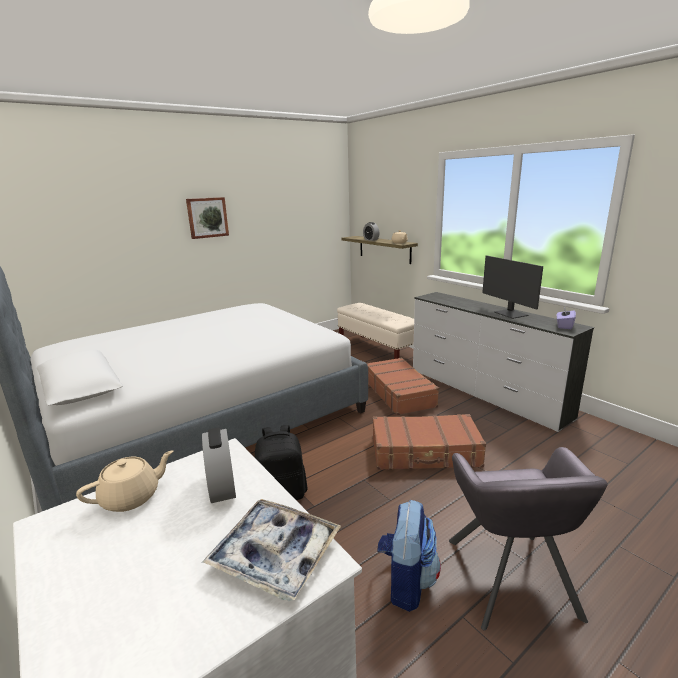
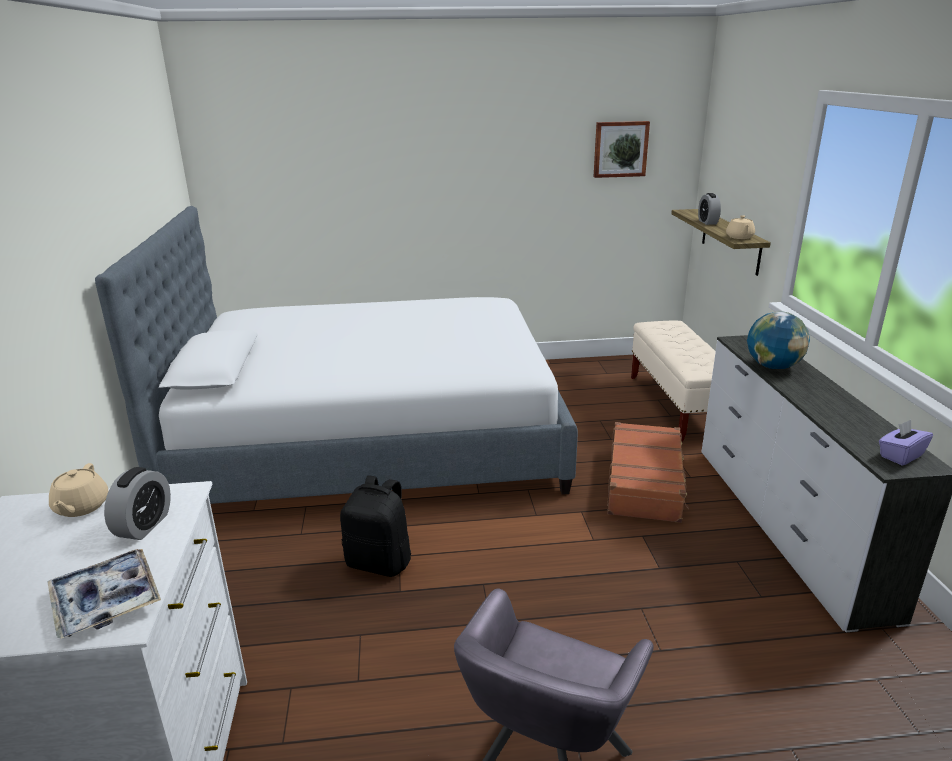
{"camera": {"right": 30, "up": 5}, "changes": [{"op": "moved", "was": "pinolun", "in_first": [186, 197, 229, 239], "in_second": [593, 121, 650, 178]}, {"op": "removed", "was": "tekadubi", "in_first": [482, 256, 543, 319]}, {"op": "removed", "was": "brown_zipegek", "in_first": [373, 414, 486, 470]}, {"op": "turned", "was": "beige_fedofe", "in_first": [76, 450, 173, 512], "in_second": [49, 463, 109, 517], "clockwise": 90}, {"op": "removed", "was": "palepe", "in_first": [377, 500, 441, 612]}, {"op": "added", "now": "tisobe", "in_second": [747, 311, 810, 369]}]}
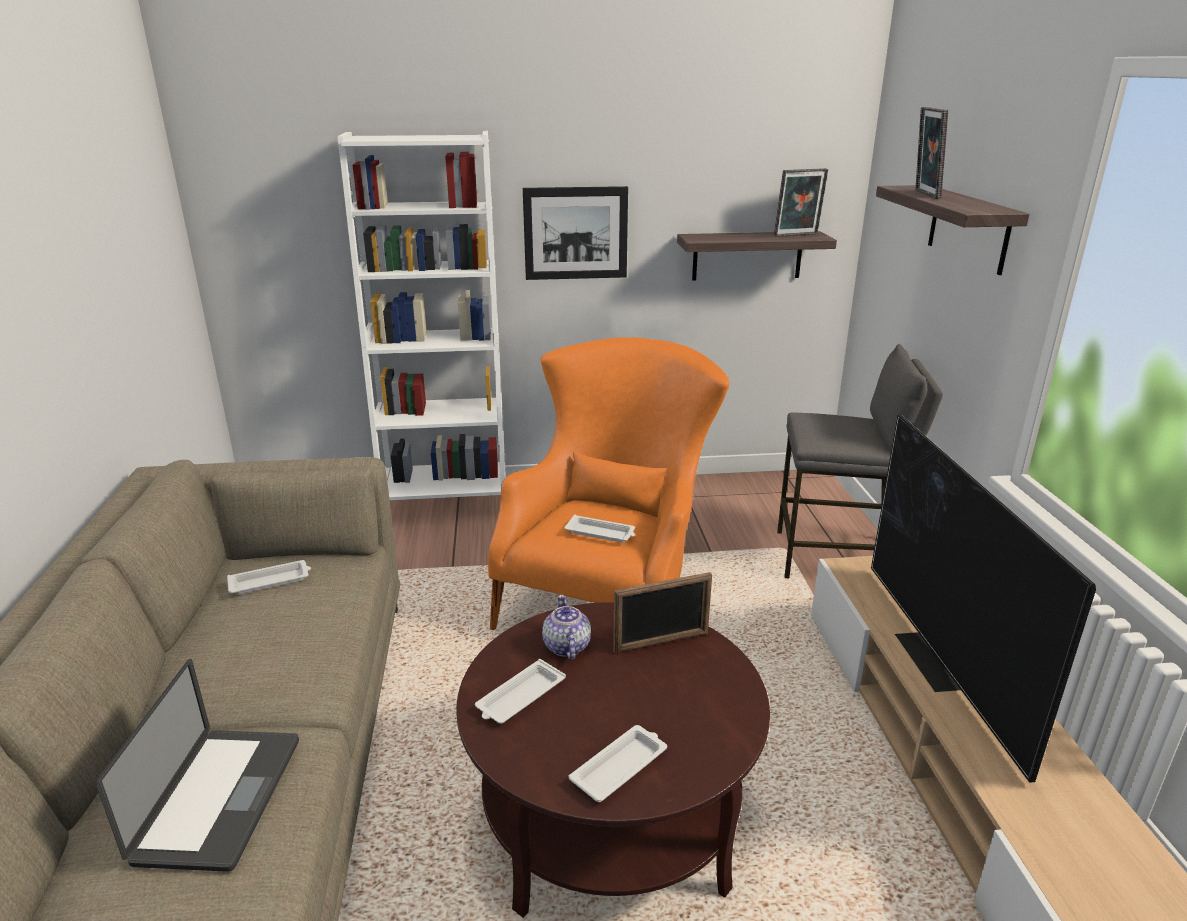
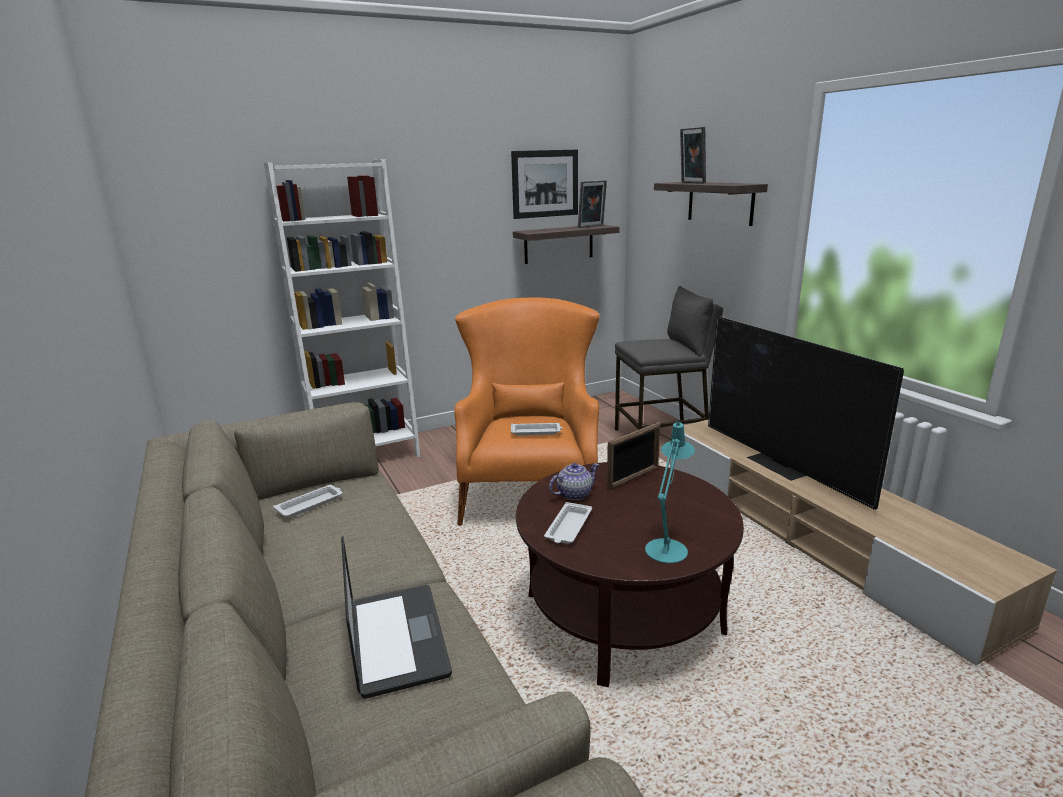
{"camera": {"right": -20, "up": -5}, "changes": [{"op": "moved", "was": "pinolun", "in_first": [523, 186, 628, 280], "in_second": [511, 150, 578, 219]}, {"op": "turned", "was": "fedofe", "in_first": [542, 595, 591, 660], "in_second": [549, 463, 599, 500], "clockwise": 90}, {"op": "replaced", "was": "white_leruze", "now": "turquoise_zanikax", "in_first": [569, 725, 667, 802], "in_second": [645, 419, 695, 563]}]}
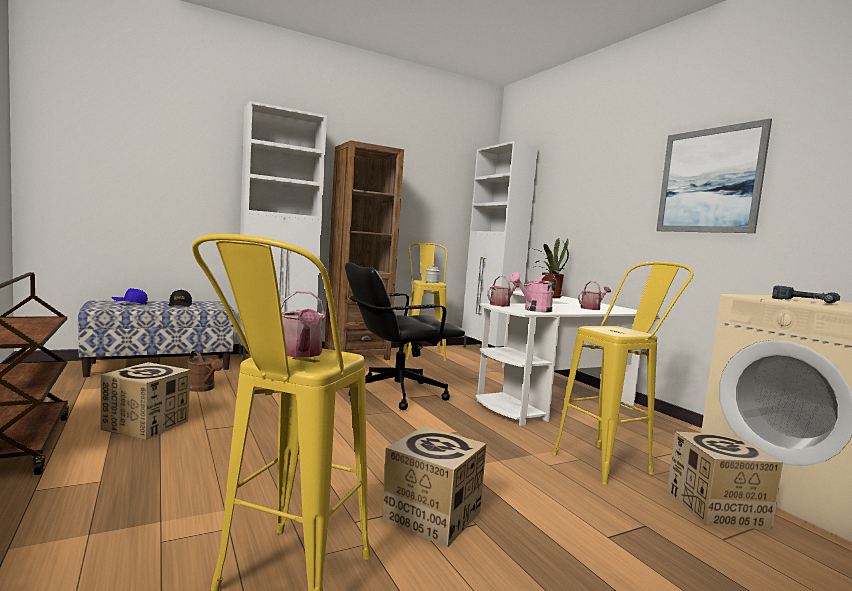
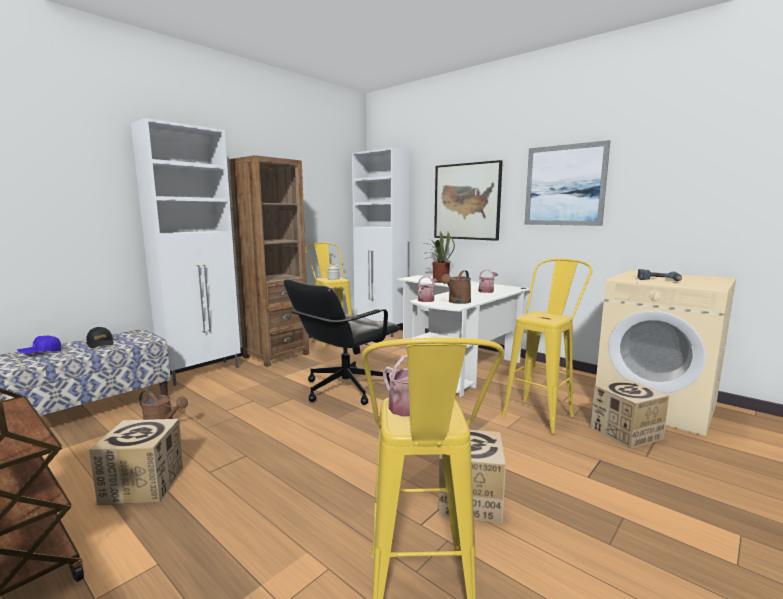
{"camera": {"right": -20, "up": 5}, "changes": [{"op": "recoloured", "was": "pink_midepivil", "now": "brown_midepivil", "in_first": [509, 272, 556, 312], "in_second": [441, 270, 471, 304]}, {"op": "added", "now": "pinolun", "in_second": [434, 160, 503, 241]}]}
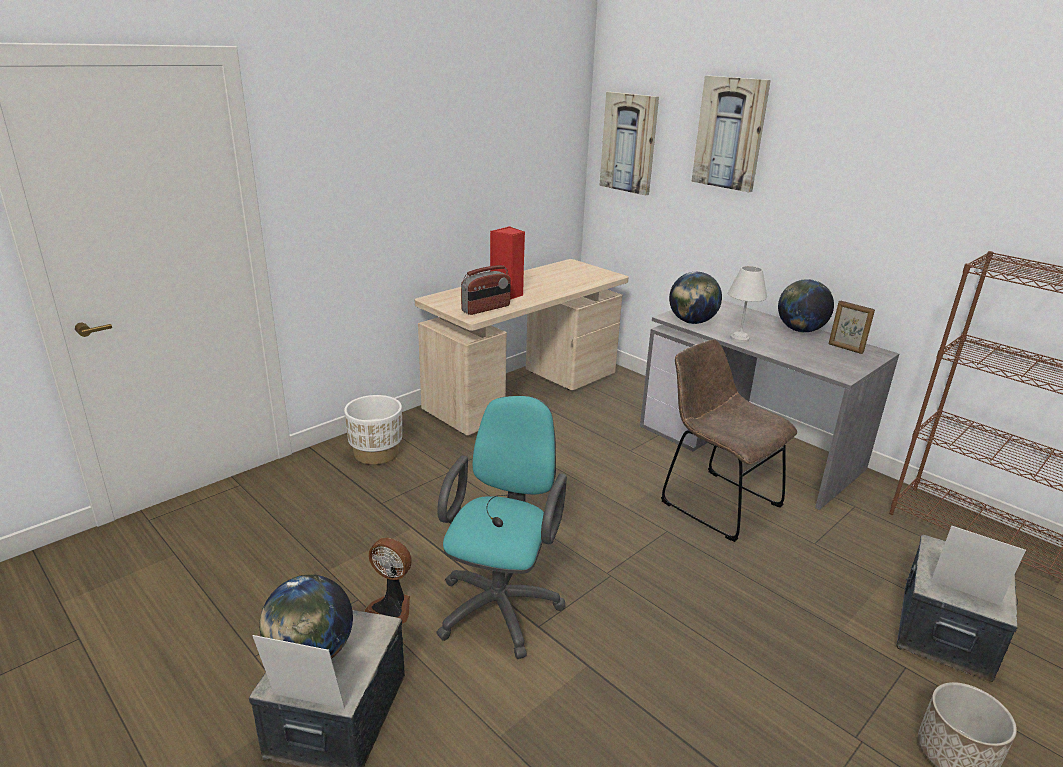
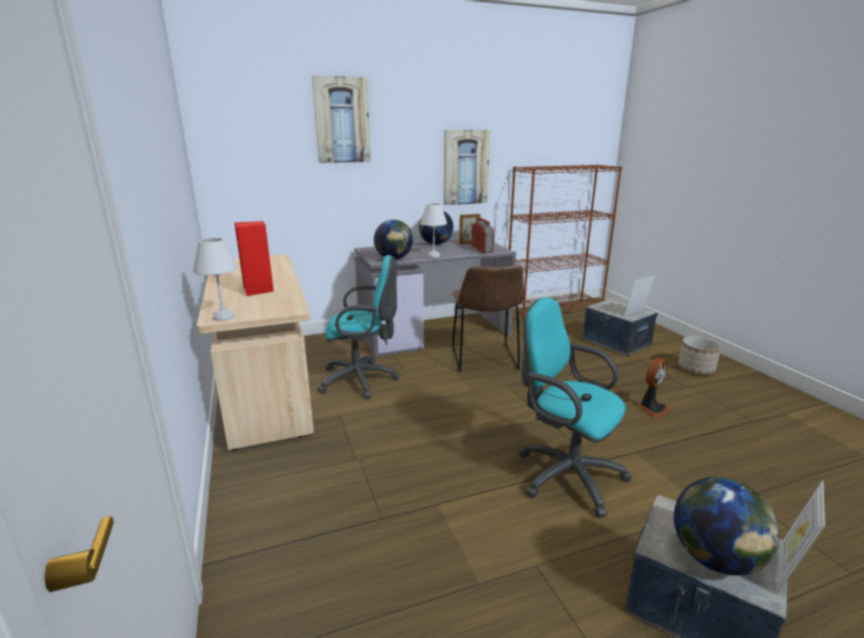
{"camera": {"right": -65, "up": -5}, "changes": [{"op": "moved", "was": "pinolun", "in_first": [599, 92, 659, 195], "in_second": [444, 130, 490, 205]}, {"op": "moved", "was": "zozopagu", "in_first": [461, 265, 511, 315], "in_second": [471, 218, 494, 253]}, {"op": "turned", "was": "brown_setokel", "in_first": [661, 339, 797, 542], "in_second": [452, 265, 524, 372], "clockwise": -75}, {"op": "removed", "was": "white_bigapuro", "in_first": [344, 395, 402, 465]}, {"op": "moved", "was": "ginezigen", "in_first": [365, 538, 412, 624], "in_second": [637, 358, 670, 419]}, {"op": "added", "now": "white_zanikax", "in_second": [193, 238, 238, 321]}, {"op": "added", "now": "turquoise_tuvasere", "in_second": [318, 255, 399, 399]}]}
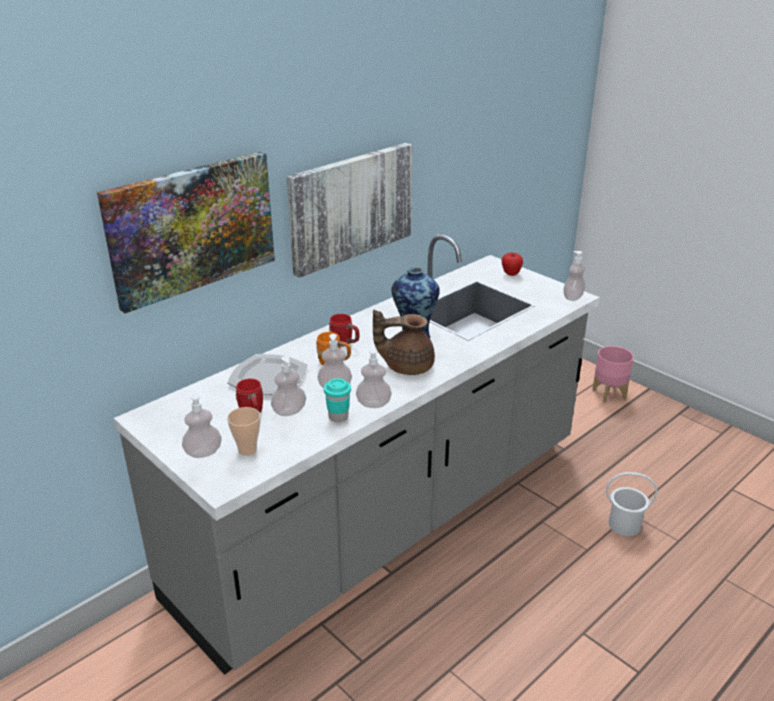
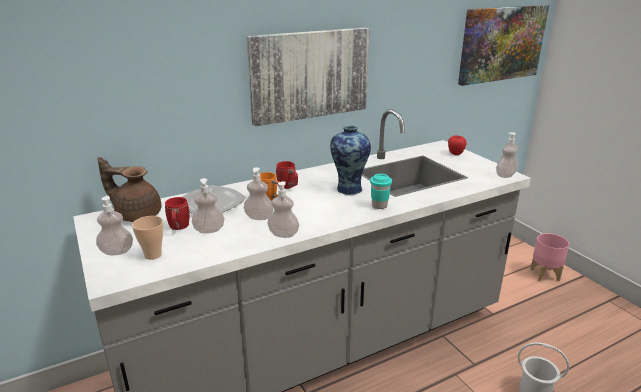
{"camera": {"right": 15, "up": -5}, "changes": [{"op": "moved", "was": "pinolun", "in_first": [97, 152, 275, 313], "in_second": [458, 5, 549, 86]}, {"op": "moved", "was": "brown_fedofe", "in_first": [373, 309, 435, 375], "in_second": [98, 157, 161, 222]}, {"op": "moved", "was": "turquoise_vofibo", "in_first": [324, 378, 351, 422], "in_second": [370, 174, 392, 209]}]}
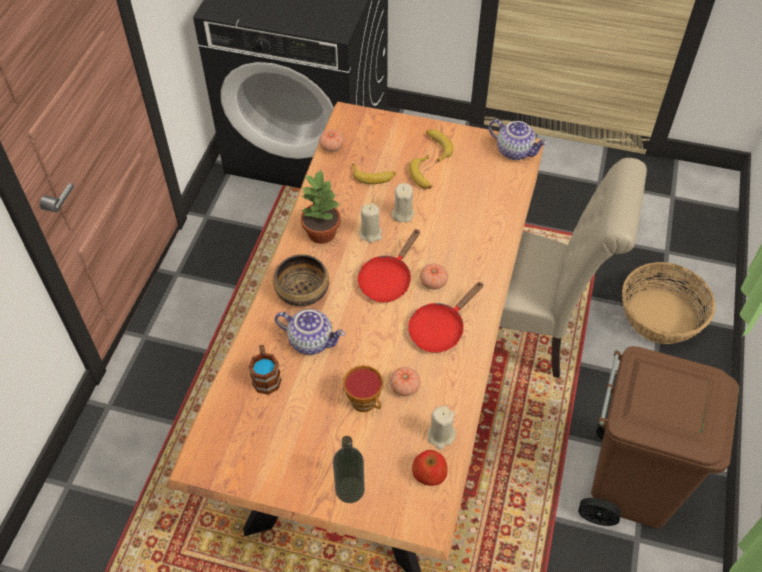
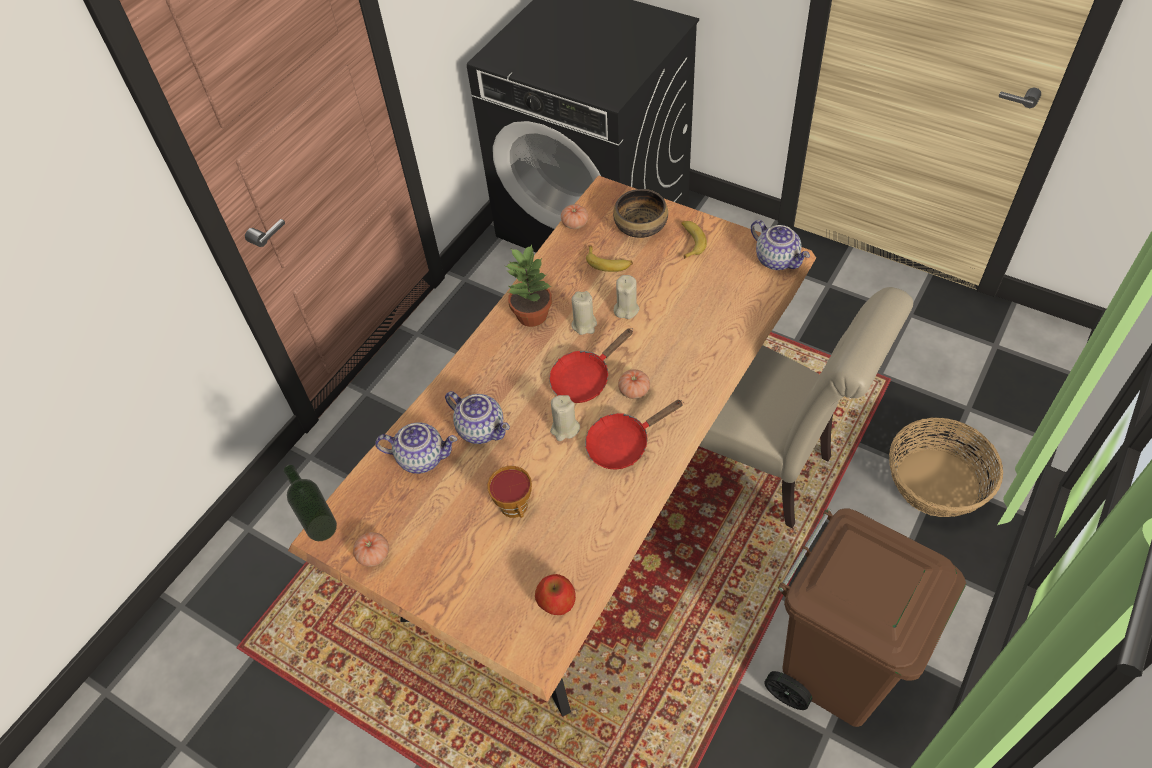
{"camera": {"right": 20, "up": 0}, "changes": [{"op": "removed", "was": "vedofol", "in_first": [409, 155, 432, 189]}, {"op": "moved", "was": "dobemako", "in_first": [273, 254, 329, 306], "in_second": [613, 189, 668, 238]}, {"op": "replaced", "was": "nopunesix", "now": "fedofe", "in_first": [249, 345, 281, 395], "in_second": [375, 422, 458, 474]}, {"op": "moved", "was": "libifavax", "in_first": [390, 367, 421, 396], "in_second": [353, 532, 389, 567]}, {"op": "moved", "was": "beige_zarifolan", "in_first": [428, 406, 456, 450], "in_second": [550, 395, 580, 441]}, {"op": "moved", "was": "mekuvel", "in_first": [333, 436, 365, 503], "in_second": [284, 465, 337, 541]}]}
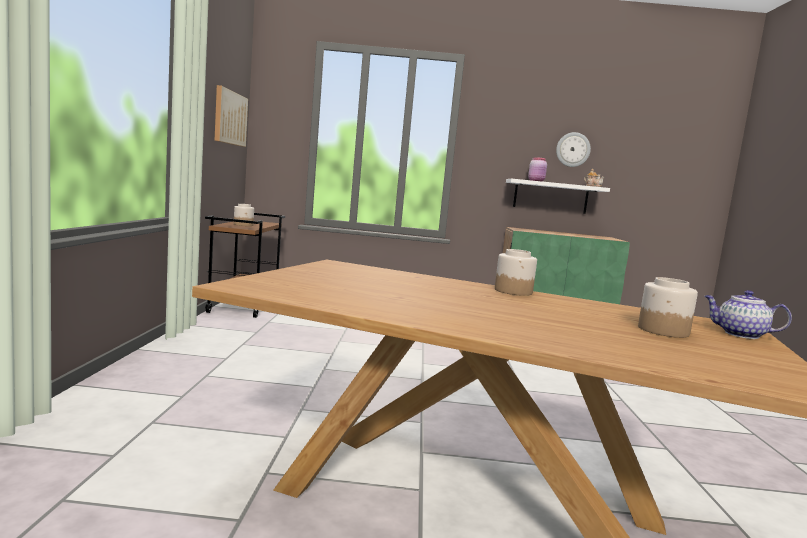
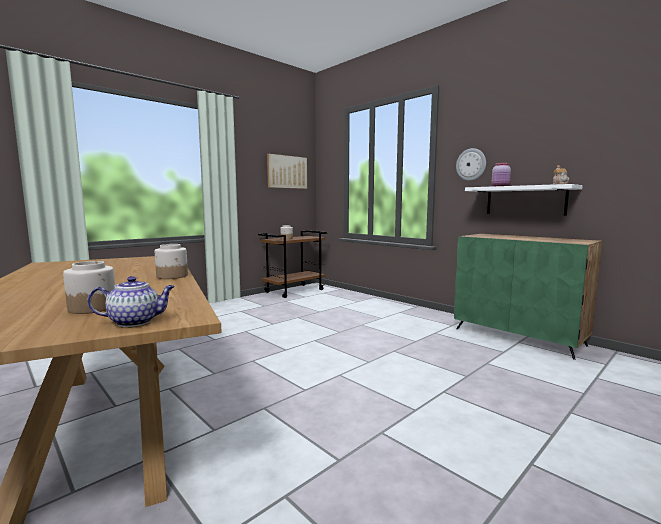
{"camera": {"right": 45, "up": 0}, "changes": [{"op": "moved", "was": "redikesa", "in_first": [556, 132, 591, 167], "in_second": [456, 148, 486, 181]}, {"op": "turned", "was": "fedofe", "in_first": [705, 290, 792, 339], "in_second": [87, 276, 175, 327], "clockwise": 90}]}
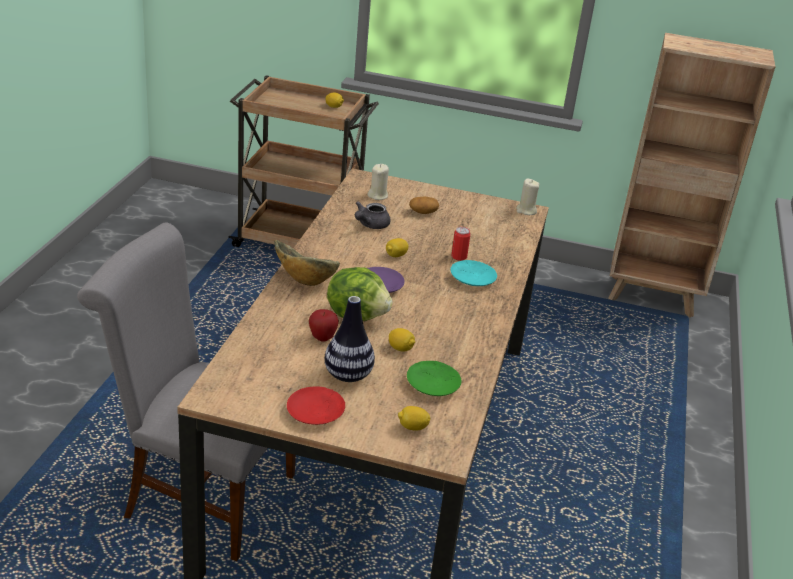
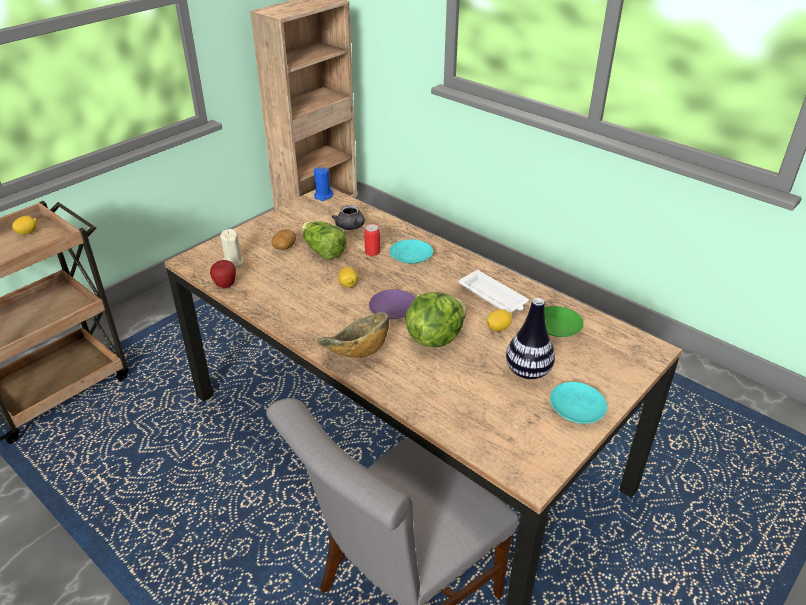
{"camera": {"right": -60, "up": 5}, "changes": [{"op": "recoloured", "was": "beige_zarifolan", "now": "blue_zarifolan", "in_first": [516, 179, 539, 215], "in_second": [314, 167, 333, 201]}, {"op": "moved", "was": "grey_fedofe", "in_first": [355, 201, 390, 229], "in_second": [332, 205, 365, 230]}, {"op": "moved", "was": "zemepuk", "in_first": [309, 309, 339, 342], "in_second": [210, 260, 236, 288]}, {"op": "recoloured", "was": "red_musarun", "now": "turquoise_musarun", "in_first": [287, 387, 345, 425], "in_second": [550, 382, 607, 424]}, {"op": "removed", "was": "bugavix", "in_first": [398, 406, 431, 431]}, {"op": "added", "now": "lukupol", "in_second": [302, 221, 347, 259]}, {"op": "added", "now": "white_leruze", "in_second": [458, 270, 529, 313]}]}
